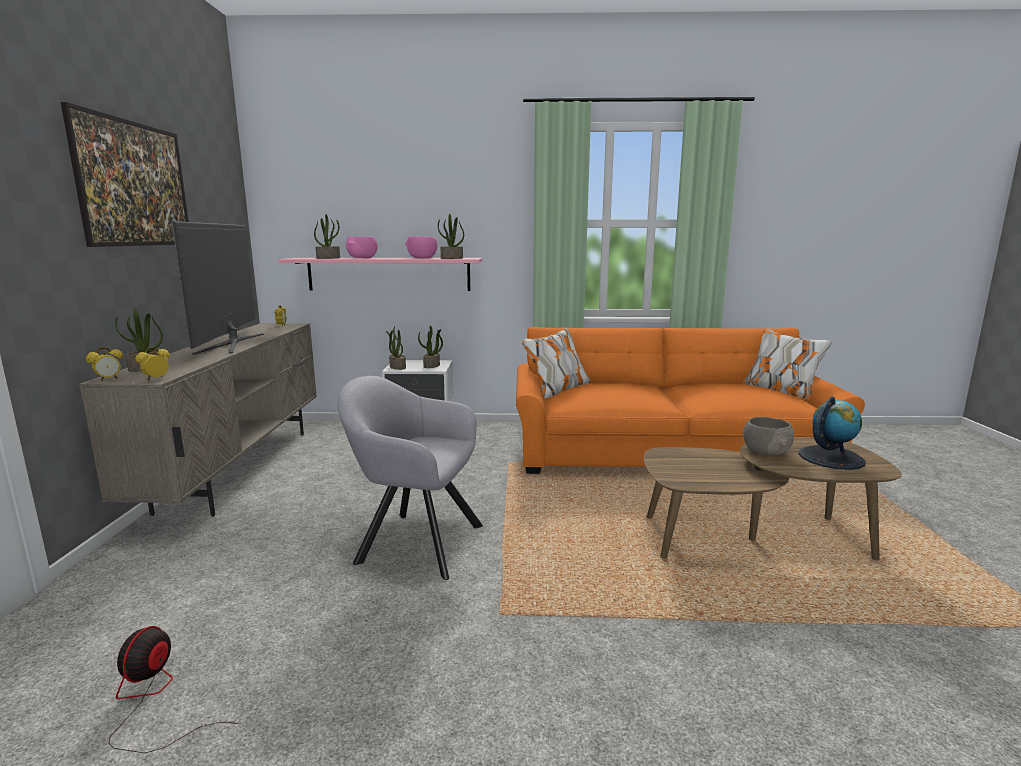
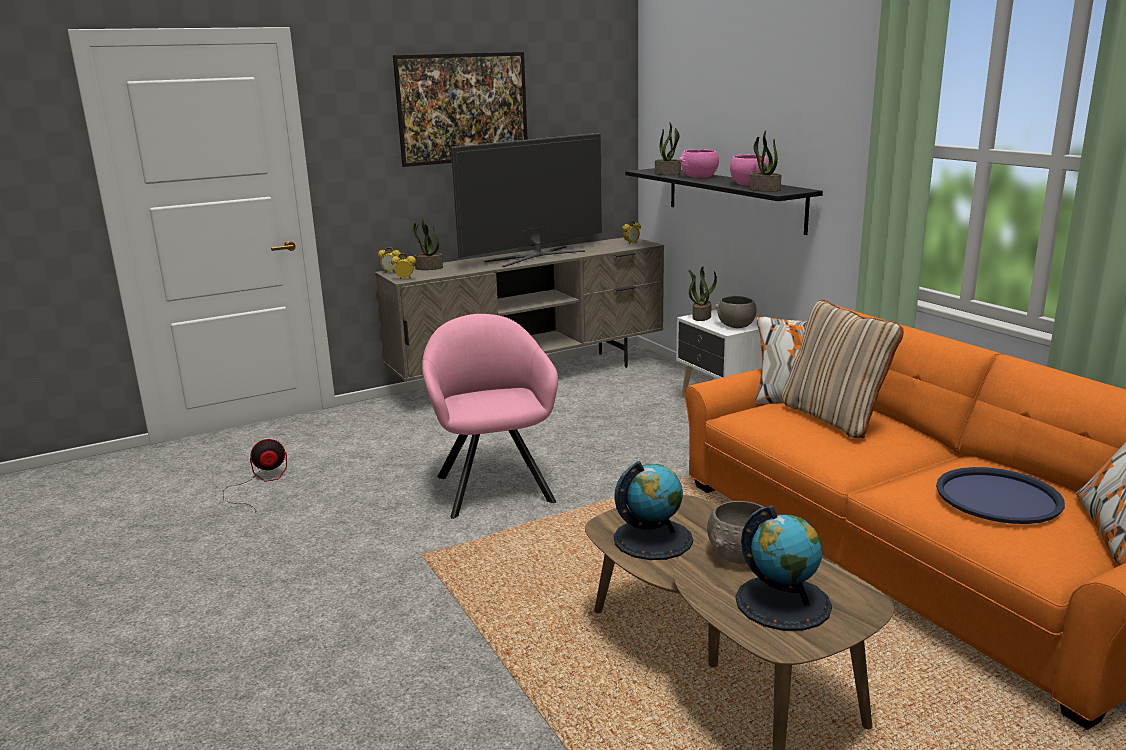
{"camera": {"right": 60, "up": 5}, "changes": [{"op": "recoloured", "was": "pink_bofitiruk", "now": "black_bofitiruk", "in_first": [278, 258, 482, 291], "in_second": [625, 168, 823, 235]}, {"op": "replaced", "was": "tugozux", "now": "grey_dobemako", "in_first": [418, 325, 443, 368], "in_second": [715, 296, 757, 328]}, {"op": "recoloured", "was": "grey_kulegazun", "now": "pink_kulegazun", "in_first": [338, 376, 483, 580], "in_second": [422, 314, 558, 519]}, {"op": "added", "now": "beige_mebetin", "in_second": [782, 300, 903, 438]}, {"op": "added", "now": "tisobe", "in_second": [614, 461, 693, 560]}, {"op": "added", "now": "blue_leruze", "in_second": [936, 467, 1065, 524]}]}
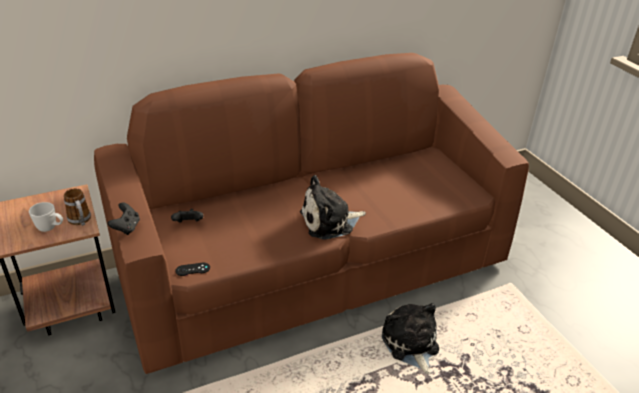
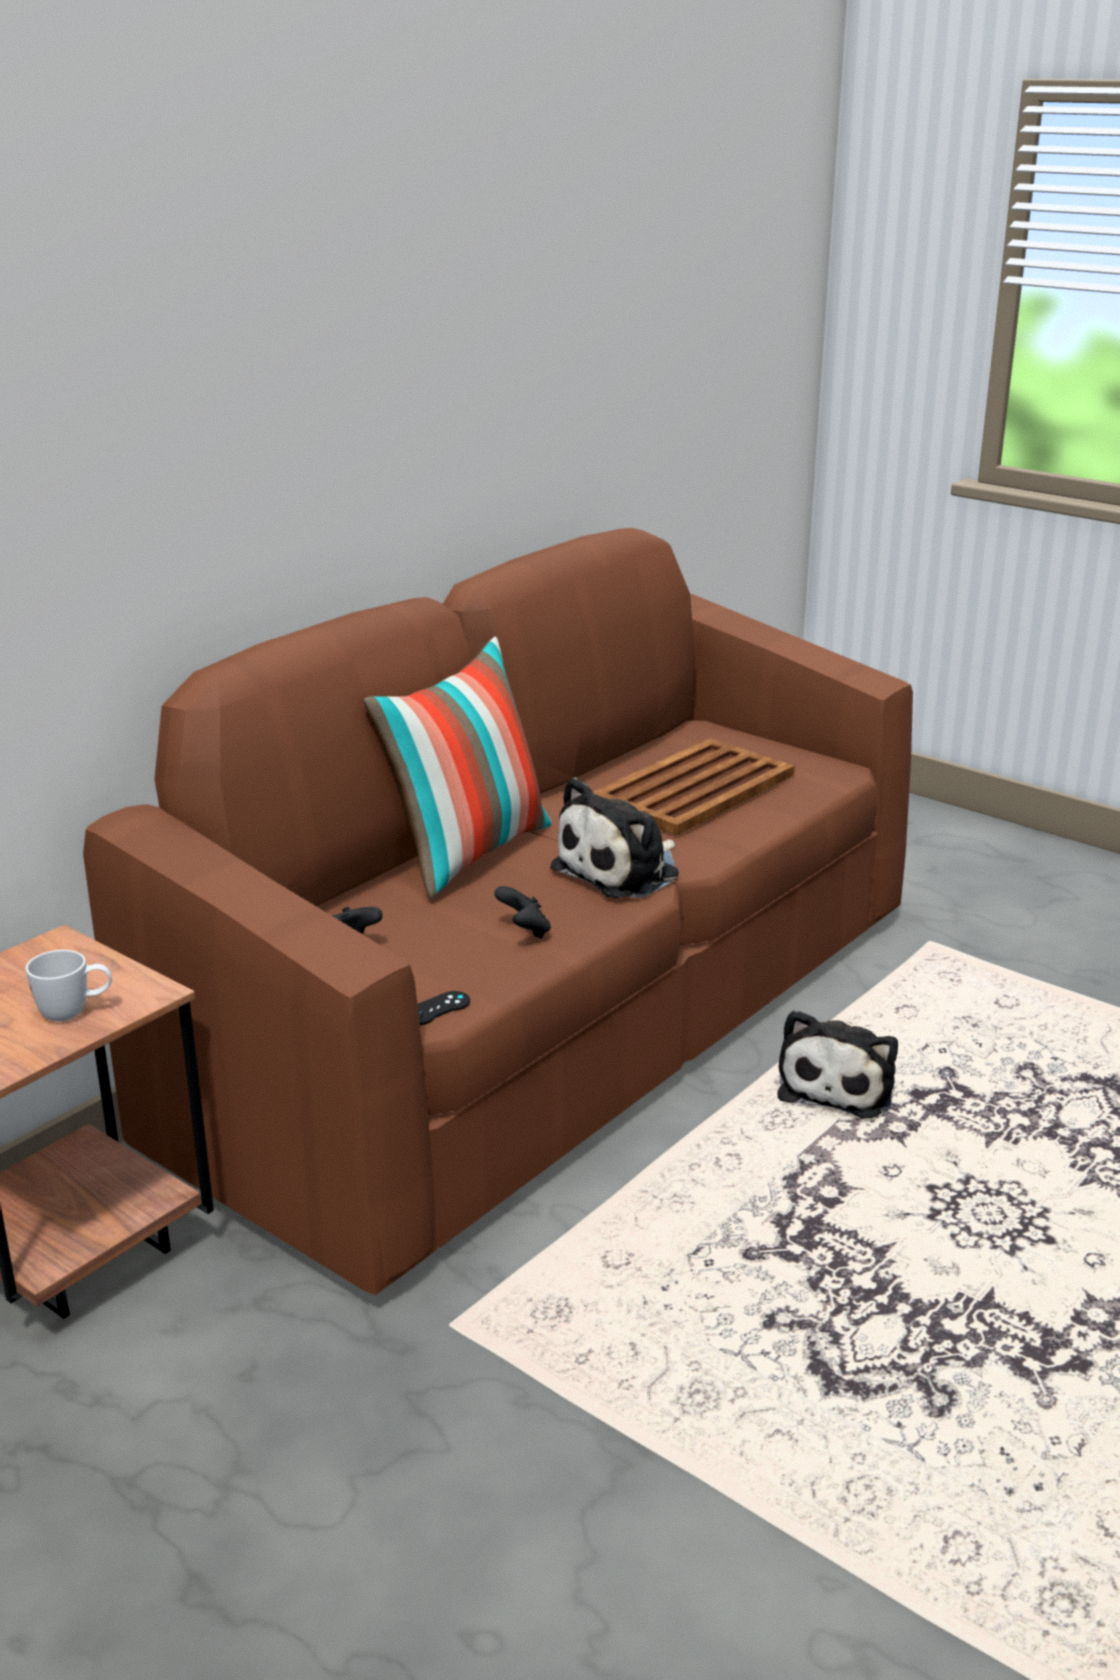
{"camera": {"right": -25, "up": -10}, "changes": [{"op": "removed", "was": "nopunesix", "in_first": [64, 188, 91, 226]}, {"op": "moved", "was": "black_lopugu", "in_first": [108, 202, 140, 235], "in_second": [494, 886, 551, 939]}, {"op": "turned", "was": "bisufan", "in_first": [382, 303, 439, 375], "in_second": [777, 1010, 898, 1118], "clockwise": -120}, {"op": "added", "now": "mebetin", "in_second": [364, 636, 552, 898]}, {"op": "added", "now": "brown_leruze", "in_second": [593, 738, 795, 835]}]}
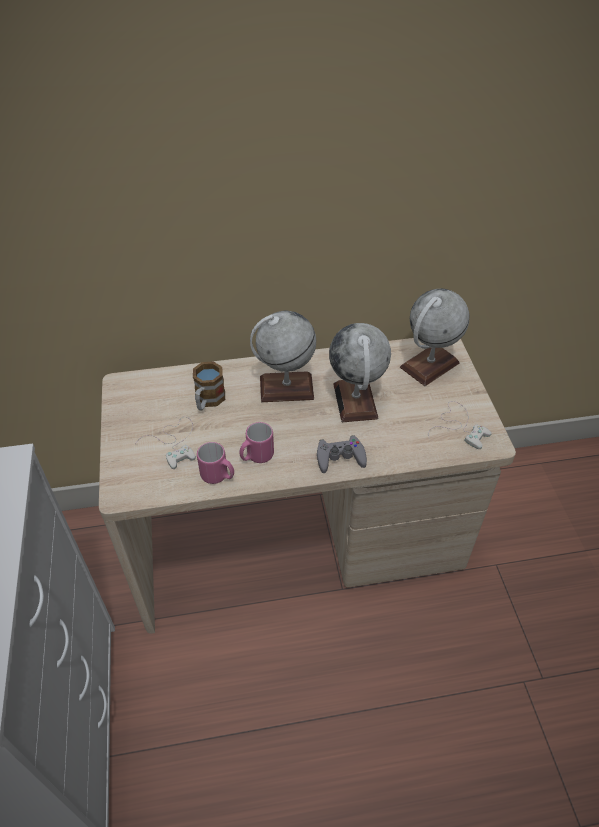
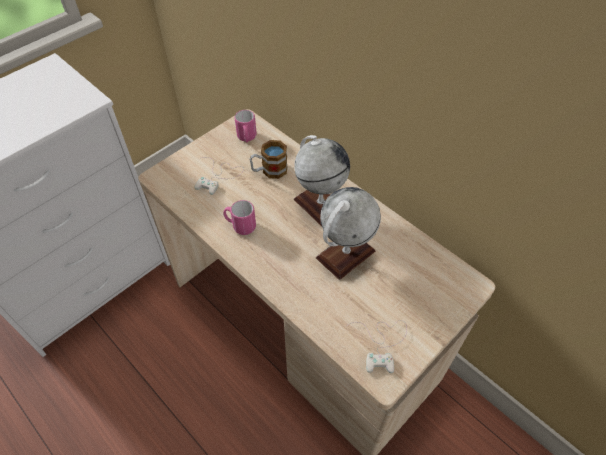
{"camera": {"right": 55, "up": 5}, "changes": [{"op": "removed", "was": "tisobe", "in_first": [400, 289, 470, 386]}, {"op": "removed", "was": "grey_lopugu", "in_first": [317, 435, 367, 473]}, {"op": "moved", "was": "pink_nopunesix", "in_first": [197, 442, 234, 484], "in_second": [235, 110, 257, 142]}]}
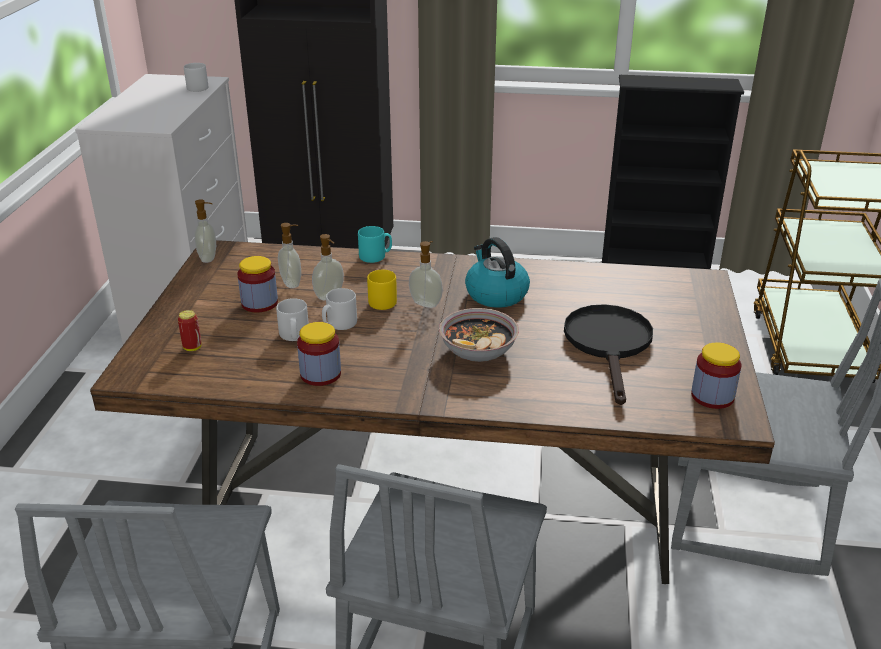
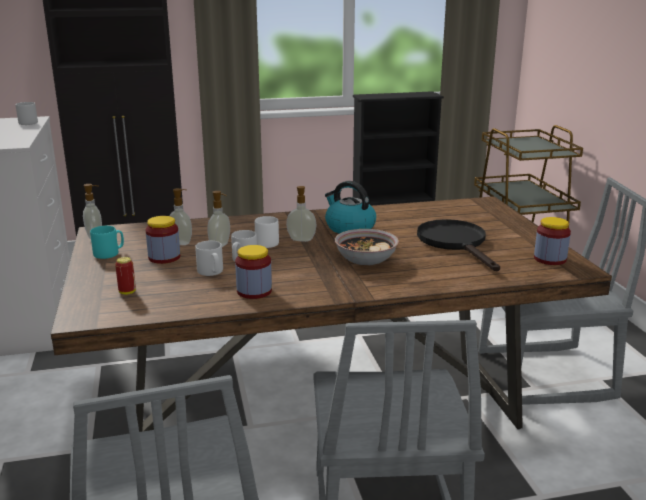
{"camera": {"right": -20, "up": -10}, "changes": [{"op": "moved", "was": "turquoise_nopunesix", "in_first": [358, 226, 392, 263], "in_second": [90, 226, 124, 259]}, {"op": "recoloured", "was": "yellow_nopunesix", "now": "white_nopunesix", "in_first": [367, 270, 397, 310], "in_second": [255, 216, 279, 248]}]}
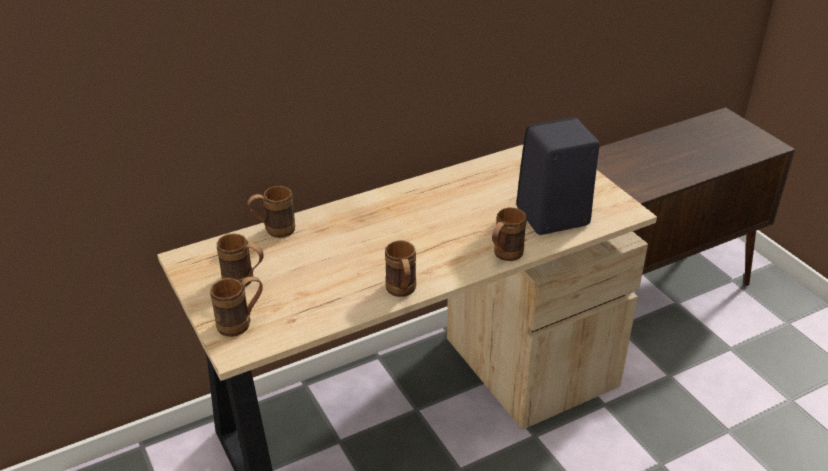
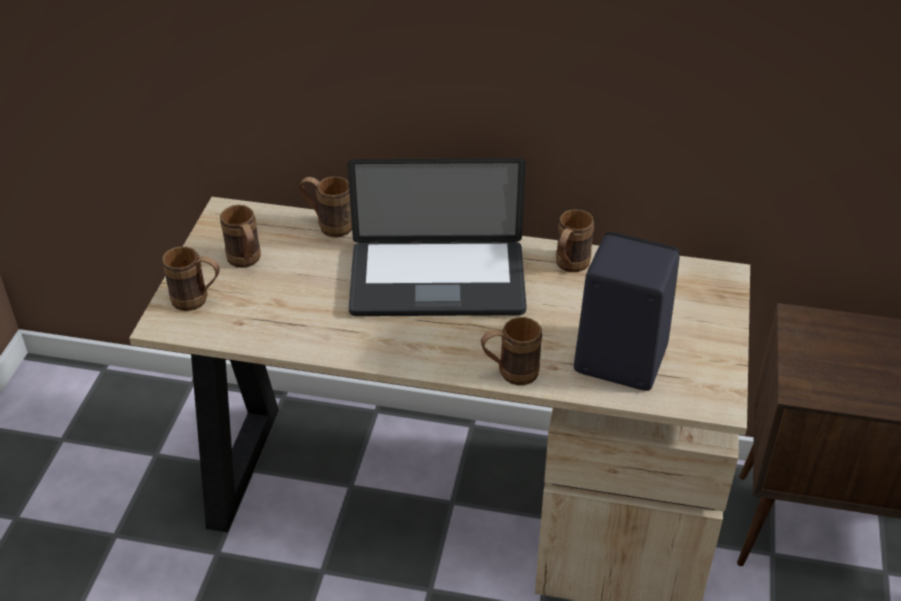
{"camera": {"right": 40, "up": 5}, "changes": [{"op": "moved", "was": "brown_nopunesix", "in_first": [385, 240, 416, 297], "in_second": [556, 209, 594, 272]}, {"op": "added", "now": "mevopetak", "in_second": [347, 158, 527, 316]}]}
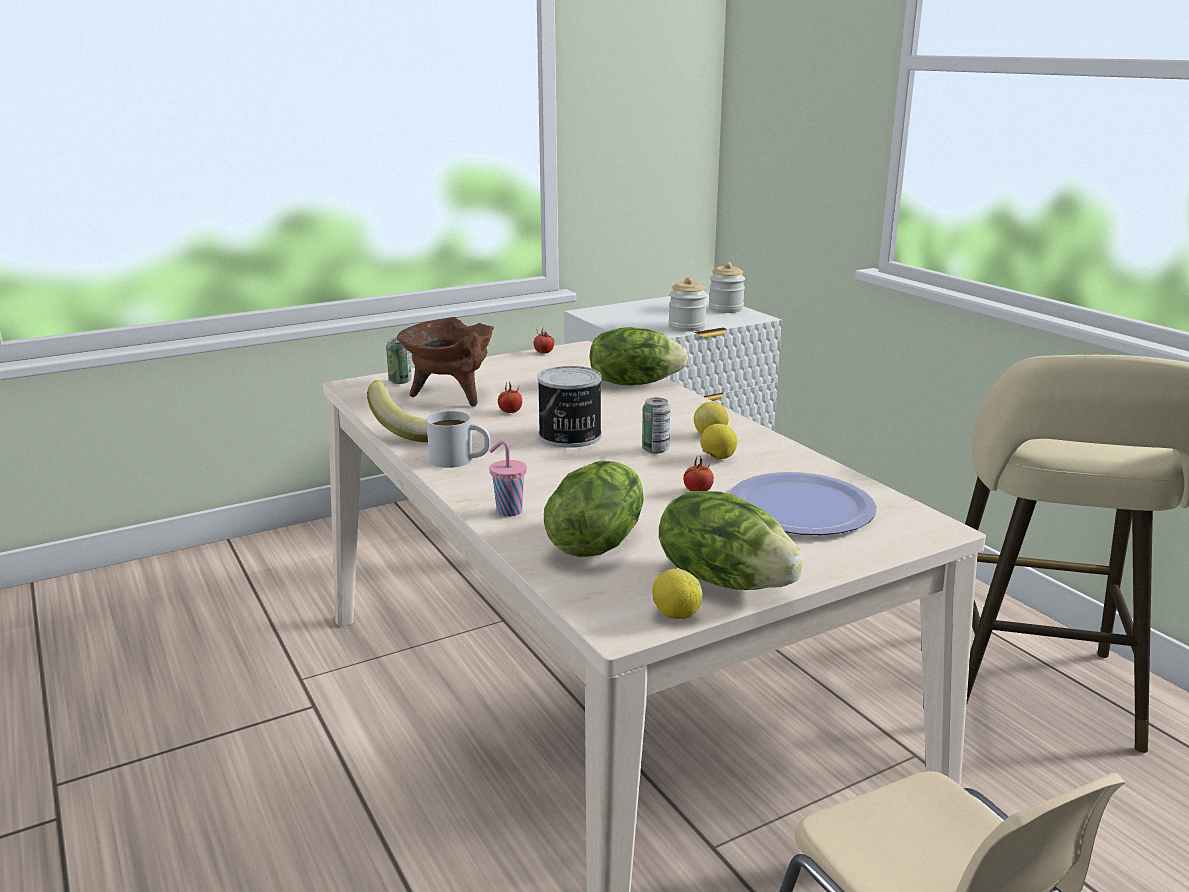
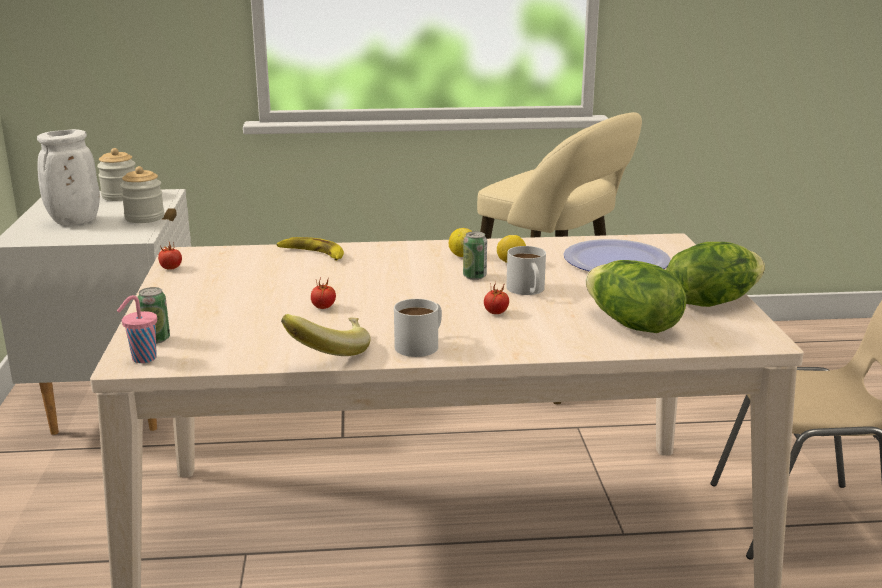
{"camera": {"right": -65, "up": 0}, "changes": [{"op": "removed", "was": "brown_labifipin", "in_first": [397, 317, 494, 407]}, {"op": "replaced", "was": "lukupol", "now": "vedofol", "in_first": [589, 327, 688, 385], "in_second": [277, 237, 344, 261]}, {"op": "removed", "was": "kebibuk", "in_first": [537, 366, 602, 448]}, {"op": "moved", "was": "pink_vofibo", "in_first": [489, 440, 527, 517], "in_second": [117, 295, 157, 363]}, {"op": "moved", "was": "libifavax", "in_first": [684, 457, 714, 491], "in_second": [484, 282, 509, 314]}, {"op": "removed", "was": "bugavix", "in_first": [652, 569, 703, 619]}, {"op": "added", "now": "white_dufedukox", "in_second": [37, 129, 100, 225]}, {"op": "added", "now": "white_nopunesix", "in_second": [506, 246, 546, 295]}]}
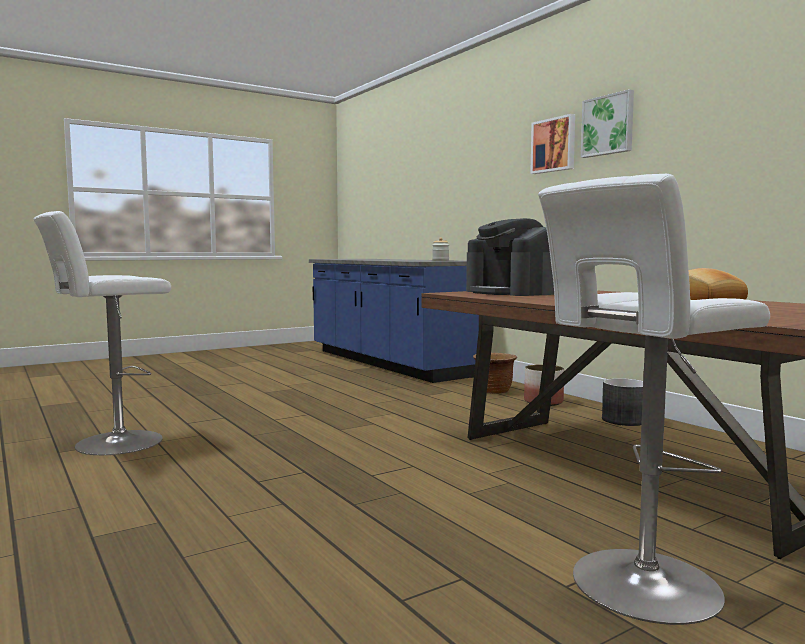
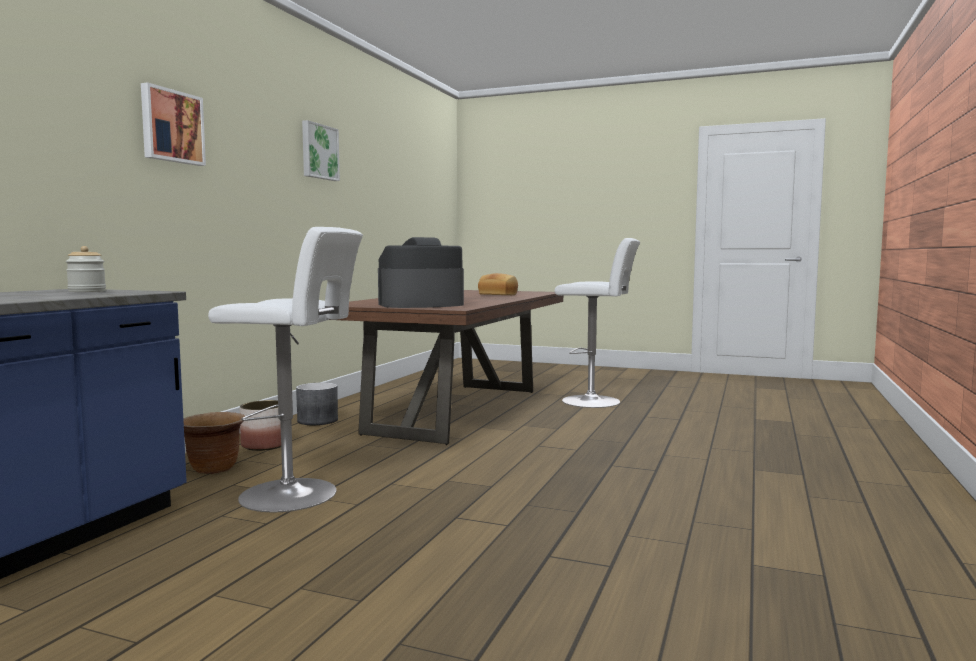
{"camera": {"right": -125, "up": 0}, "changes": [{"op": "moved", "was": "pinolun", "in_first": [581, 89, 634, 158], "in_second": [302, 120, 340, 181]}, {"op": "moved", "was": "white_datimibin", "in_first": [33, 211, 171, 455], "in_second": [208, 227, 363, 512]}, {"op": "turned", "was": "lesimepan", "in_first": [466, 218, 554, 296], "in_second": [378, 237, 464, 308], "clockwise": -135}]}
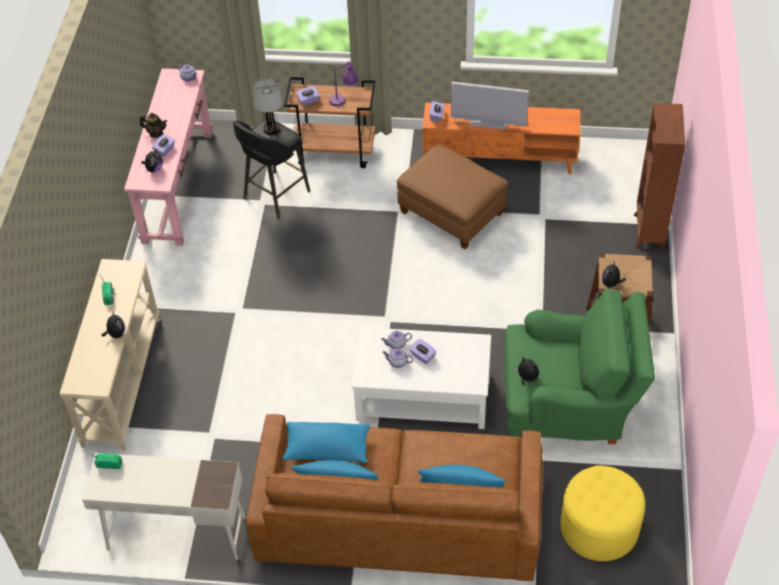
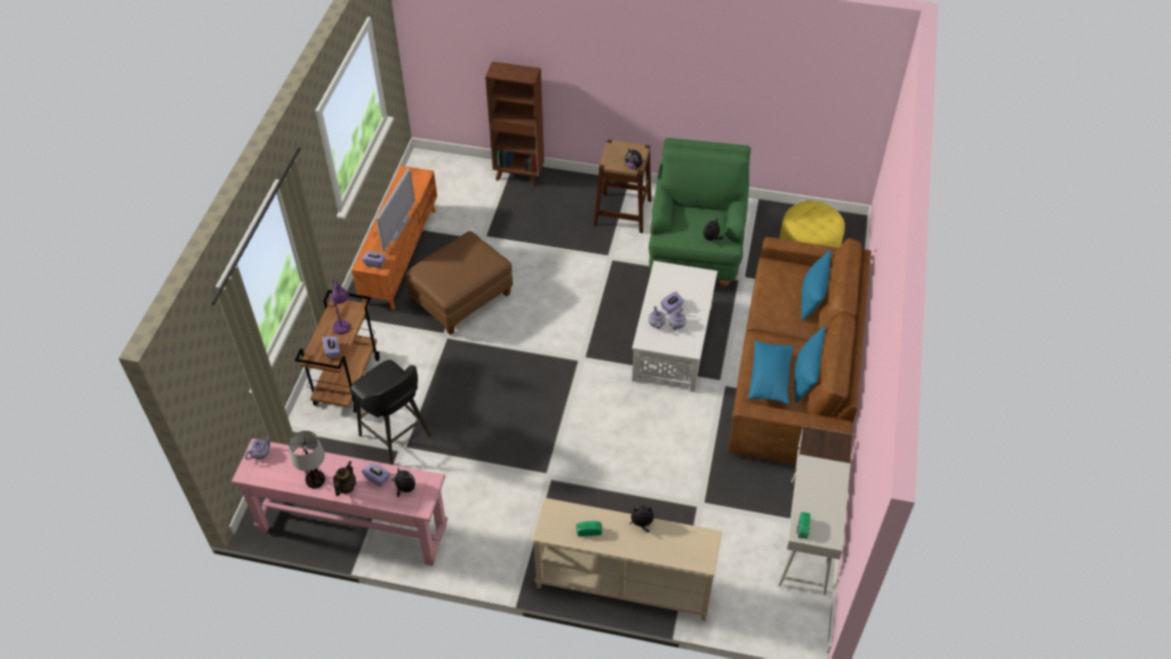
{"camera": {"right": -85, "up": 0}, "changes": [{"op": "moved", "was": "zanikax", "in_first": [254, 78, 282, 135], "in_second": [289, 431, 325, 488]}]}
